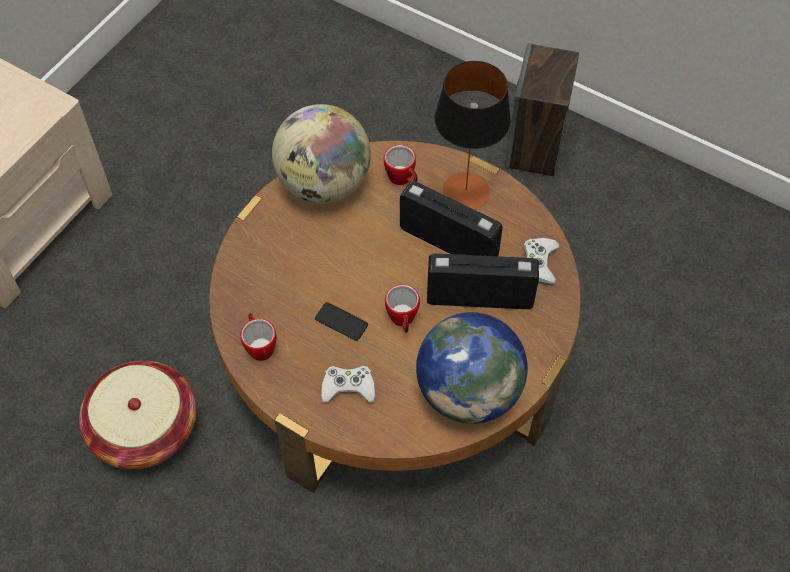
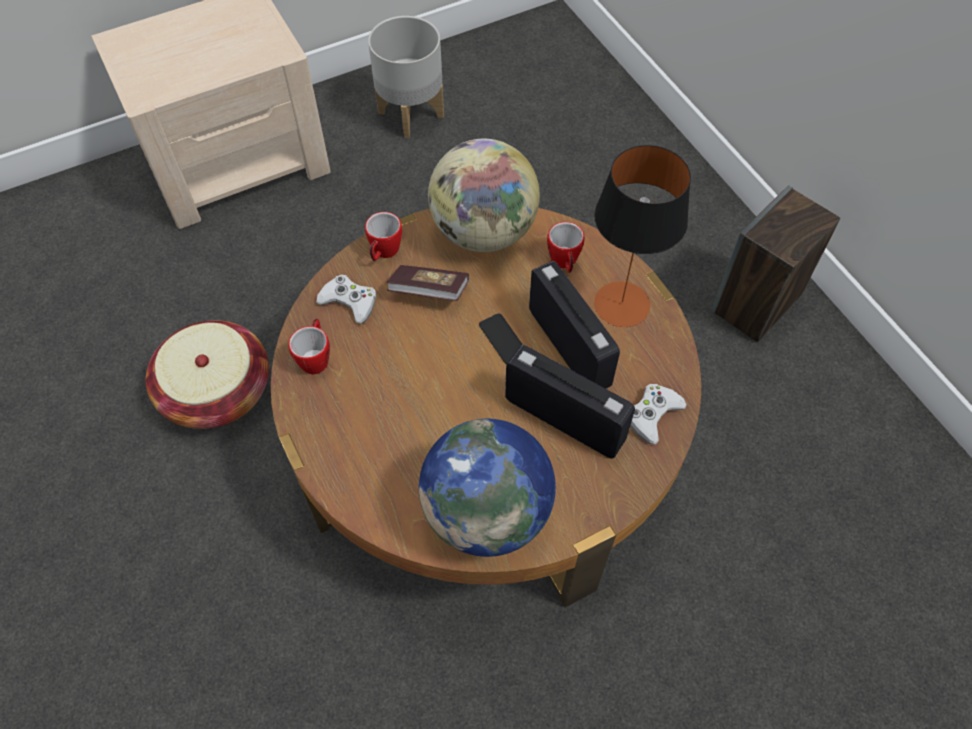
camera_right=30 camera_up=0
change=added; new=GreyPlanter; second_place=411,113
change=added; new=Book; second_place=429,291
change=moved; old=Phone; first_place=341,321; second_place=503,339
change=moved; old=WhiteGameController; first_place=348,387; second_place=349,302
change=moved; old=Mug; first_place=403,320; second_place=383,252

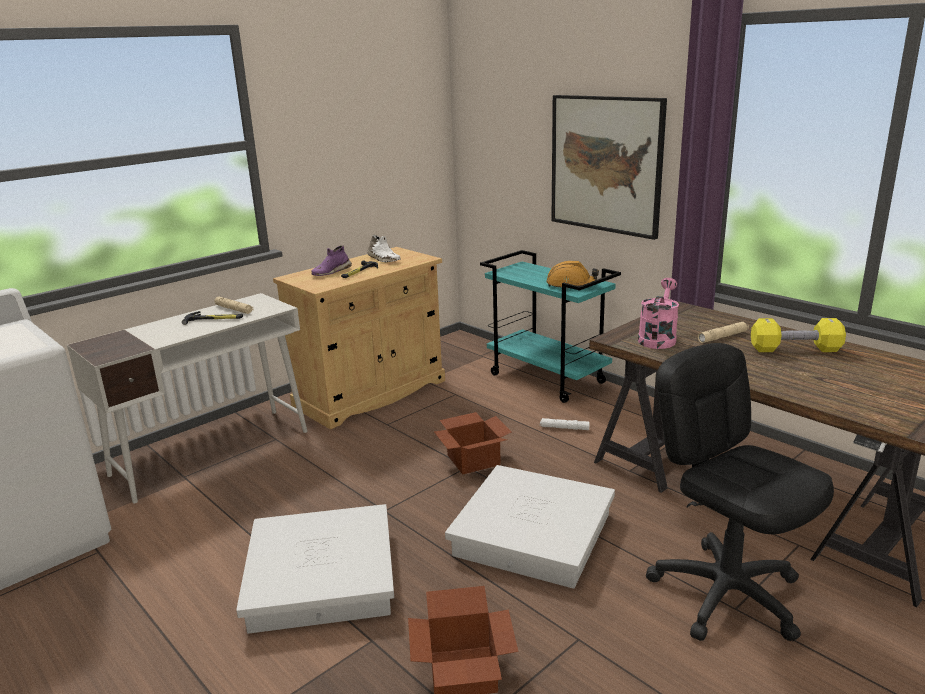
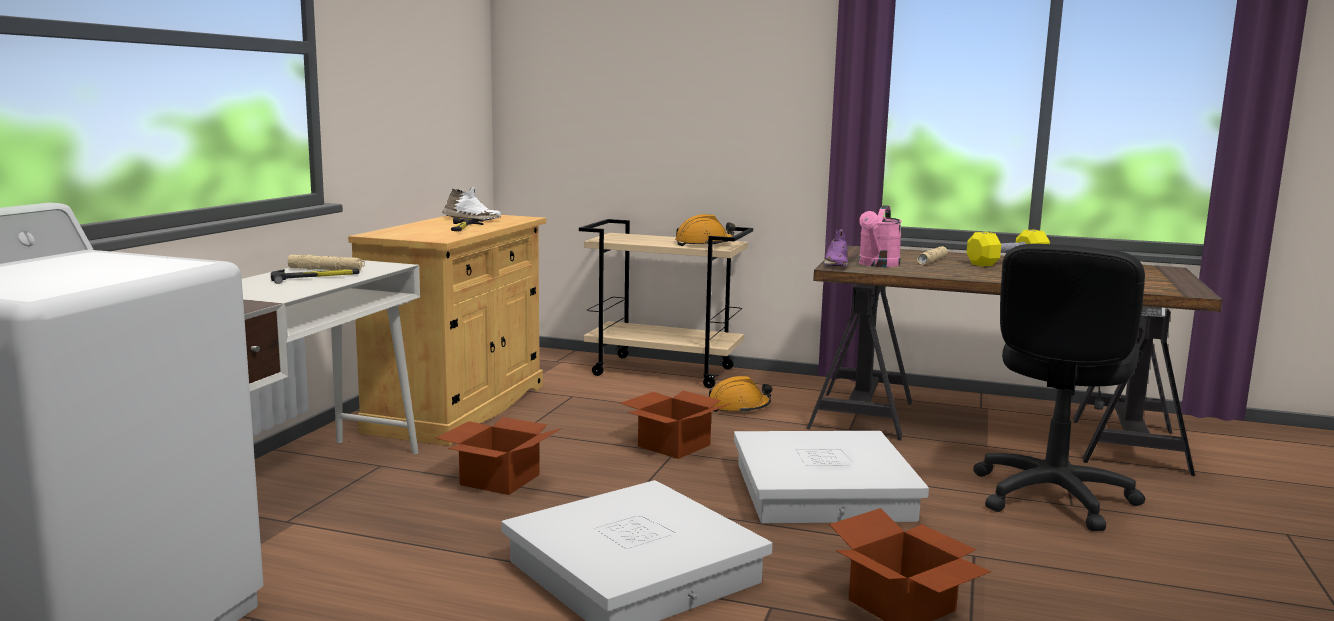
camera_right=-30 camera_up=-10
change=removed; old=Picture; first_place=606,164
change=added; new=CardboardBox; second_place=499,479
change=moved; old=PurpleShoe; first_place=331,272; second_place=836,264
change=replaced; old=WhiteFlashlight; new=OrangeHardHat; first_place=564,428; second_place=738,407
change=recoloured; old=TurquoiseCart; new=BeigeCart; first_place=548,378; second_place=665,372
change=turned; old=PinkWateringCan; first_place=658,338; second_place=877,265; degrees=-150
change=turned; old=BlackOfficeChair; first_place=726,593; second_place=1051,497; degrees=-90

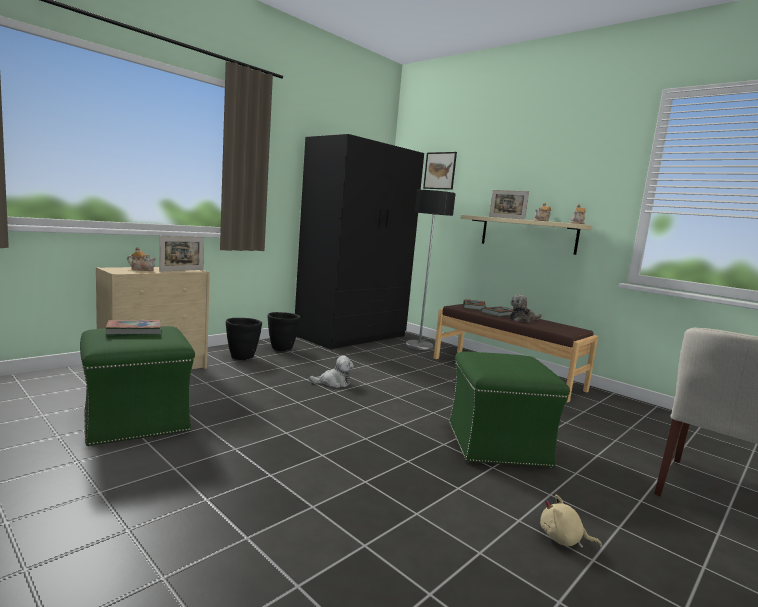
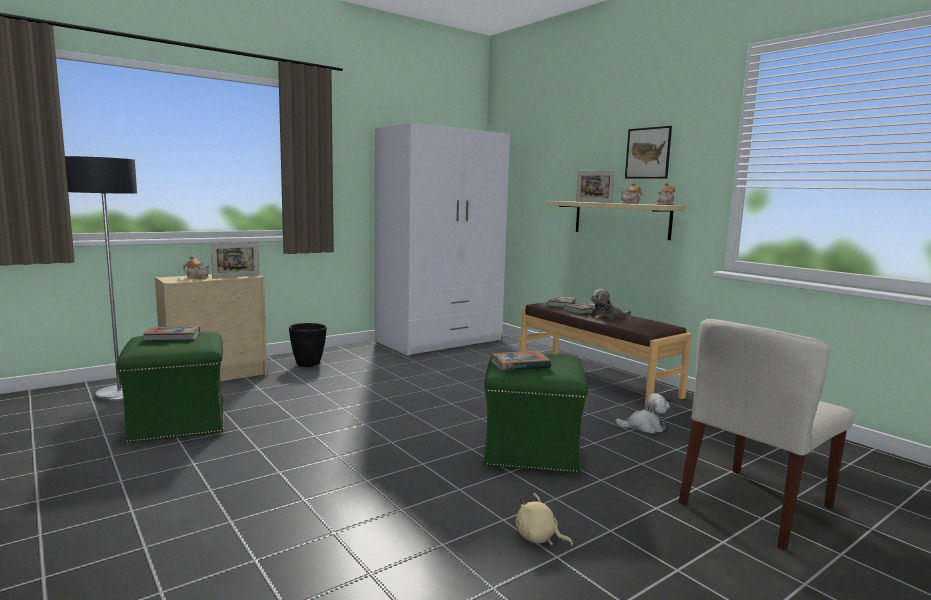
camera_right=10 camera_up=0
change=removed; old=BlackPlanter; first_place=282,349
change=added; new=Book; second_place=520,365
change=moved; old=PlushToy; first_place=333,383; second_place=644,427
change=moved; old=FloorLamp; first_place=419,346; second_place=120,394
change=moved; old=Picture; first_place=440,170; second_place=648,153
change=recoloured; old=BlackWardrobe; new=WhiteWardrobe; first_place=352,336; second_place=440,340

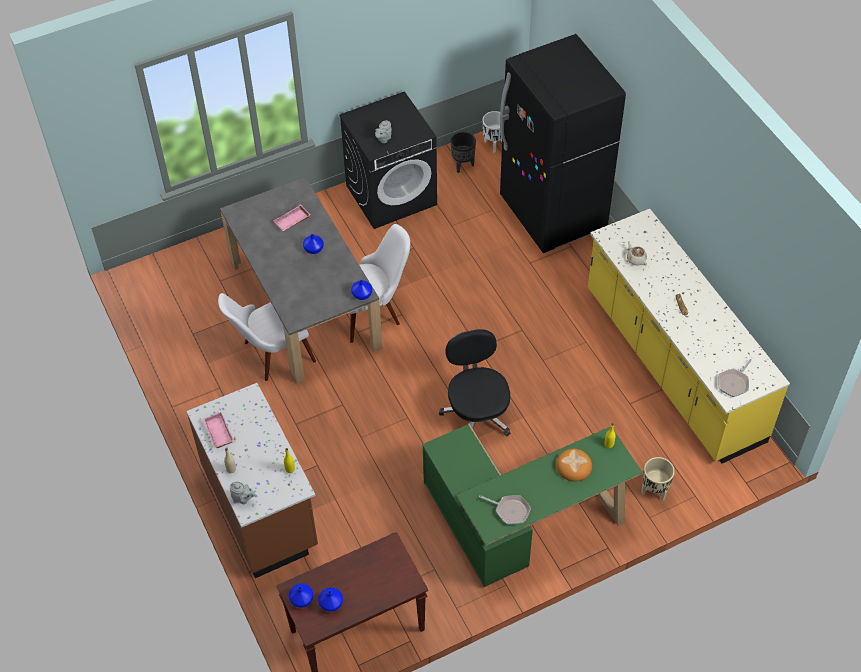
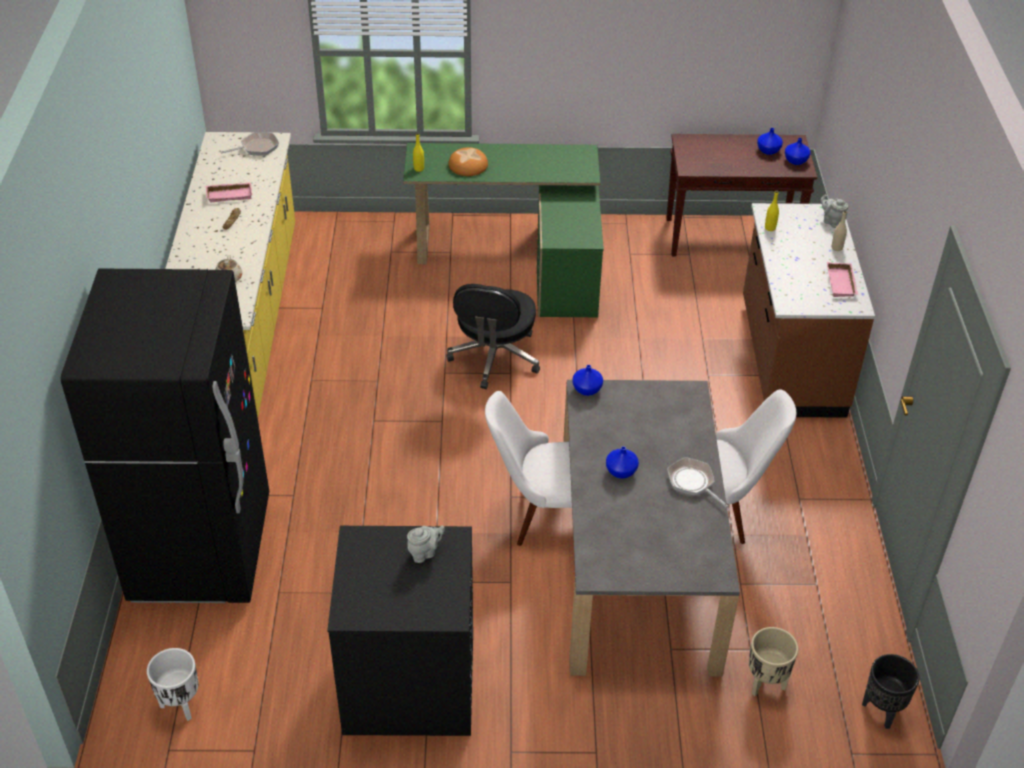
camera_right=-155 camera_up=-10
change=moved; old=PinkTray; first_place=292,221; second_place=230,194
change=moved; old=BlackPlanter; first_place=462,165; second_place=882,711
change=moved; old=FryingPan; first_place=510,510; second_place=693,482
change=moved; old=BeigePlanter; first_place=654,491; second_place=765,683

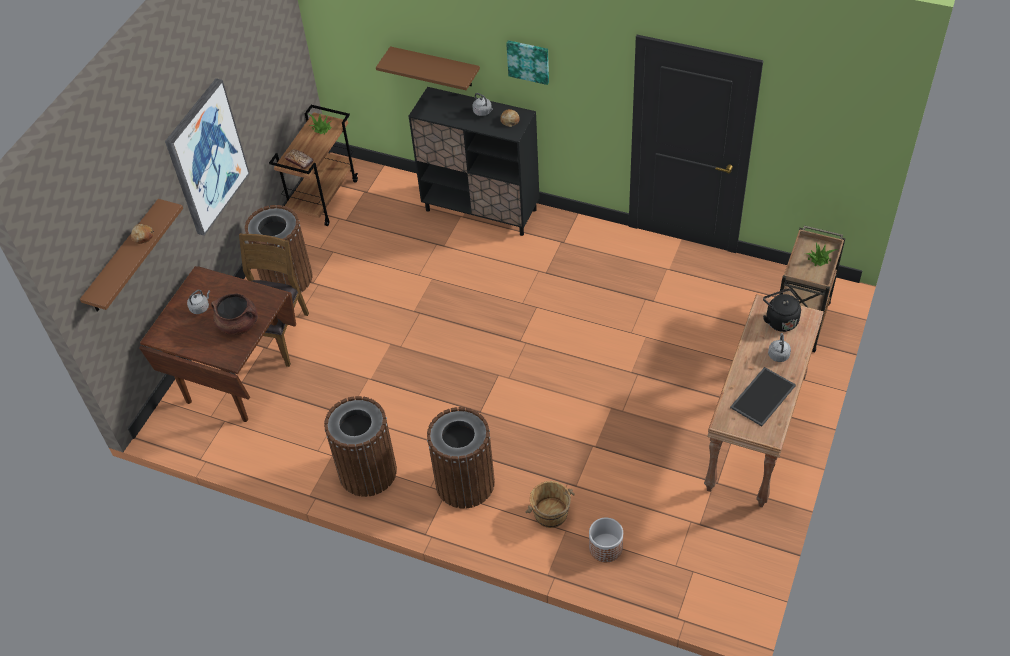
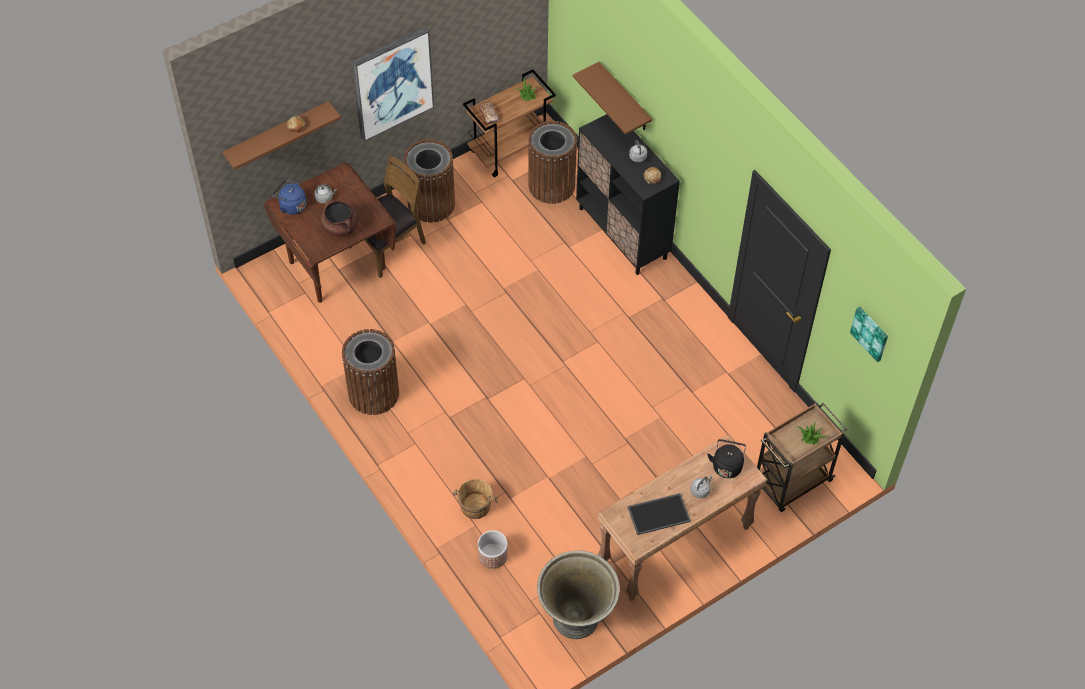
camera_right=30 camera_up=5
change=added; new=BlueKettle; second_place=291,205
change=added; new=GreyPlanter; second_place=576,619
change=moved; old=BrownTrashCan; first_place=465,483; second_place=551,185
change=moved; old=Picture; first_place=528,61; second_place=870,333

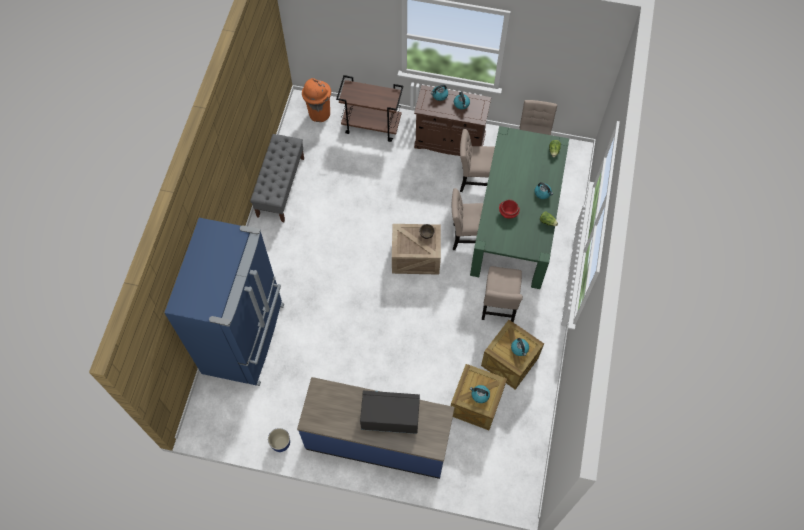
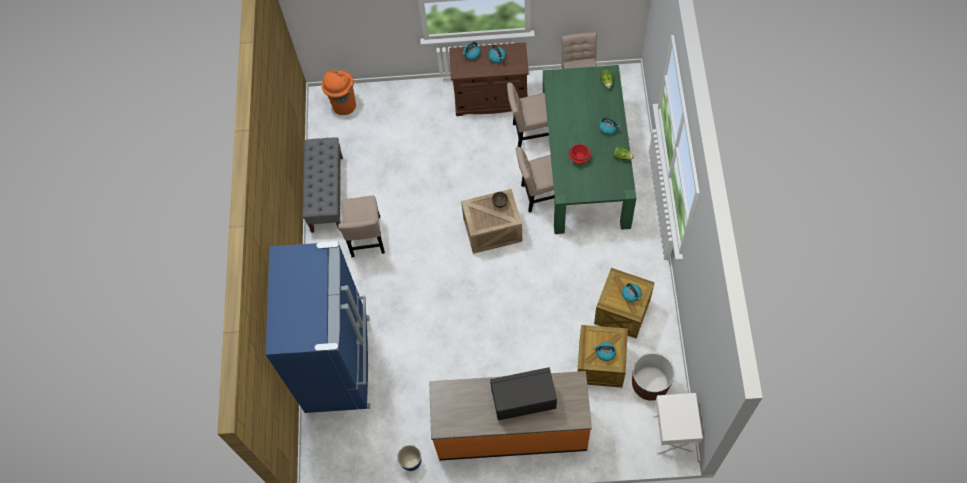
camera_right=-10 camera_up=0
change=removed; old=BrownCart; first_place=372,126
change=added; new=BrownPlanter; second_place=650,384
change=added; new=WhiteNightstand; second_place=673,433
change=moved; old=BeigeChair; first_place=499,306; second_place=367,239
change=recoloured; old=BlueCounter; new=OrangeCounter; first_place=378,439; second_place=511,429

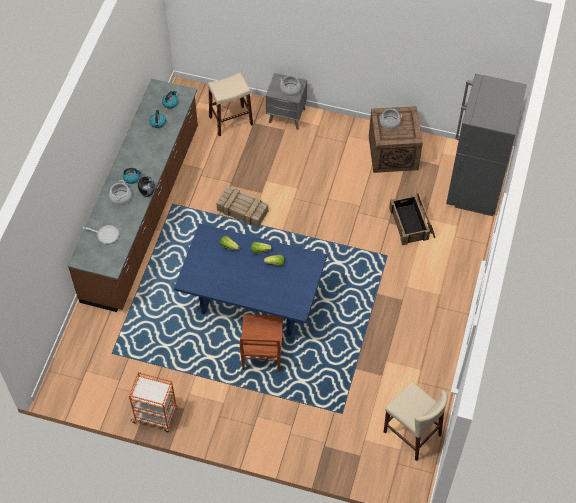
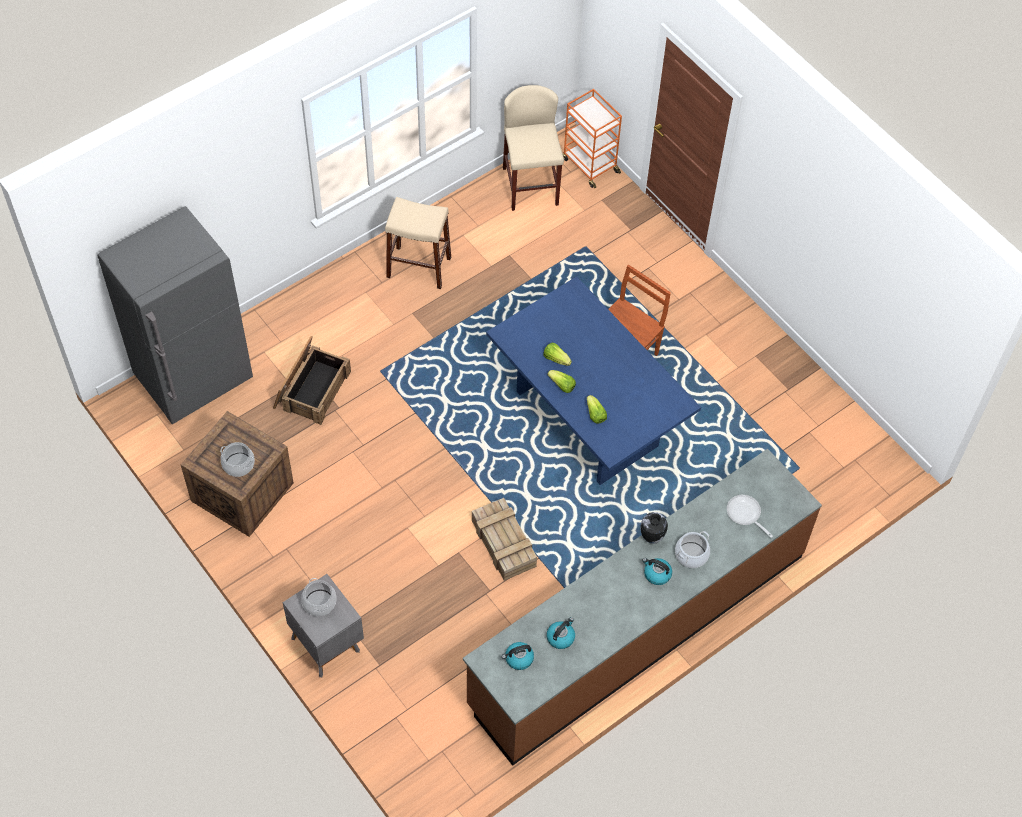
camera_right=-145 camera_up=0
change=moved; old=OrangeCart; first_place=156,416; second_place=589,165
change=moved; old=BeigeStool; first_place=231,121; second_place=419,267

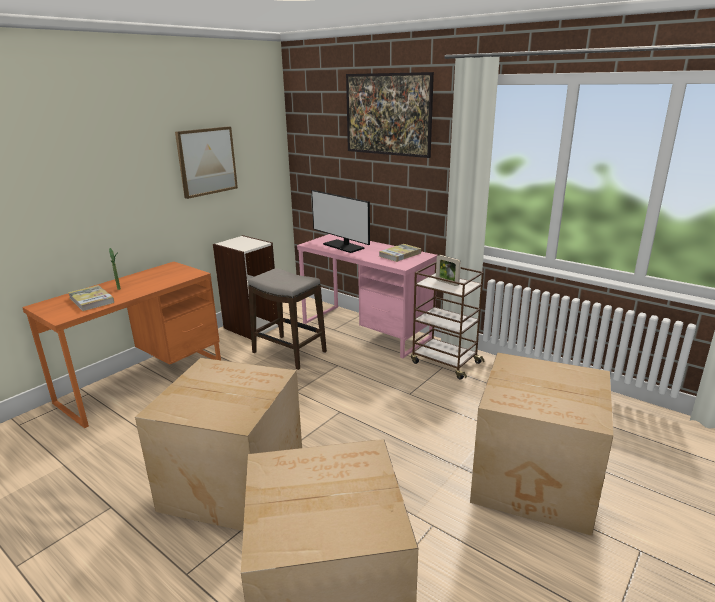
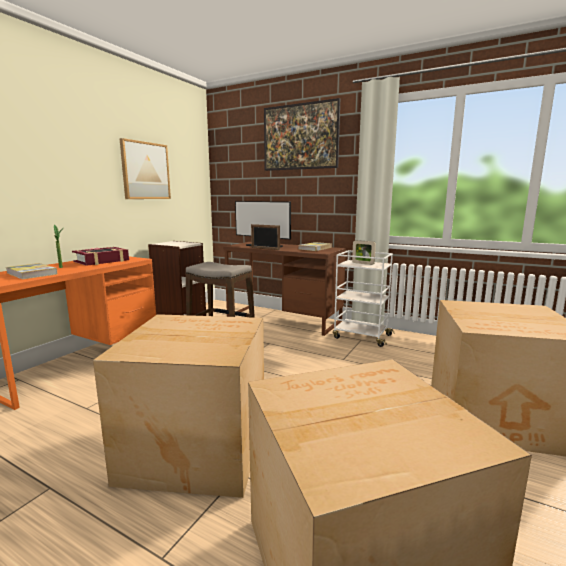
camera_right=-10 camera_up=-10
change=added; new=Book; second_place=101,261
change=added; new=PictureFrame; second_place=265,249
change=recoloured; old=PinkDesk; new=BrownDesk; first_place=366,330; second_place=283,319
change=recoloured; old=BrownCart; new=WhiteCart; first_place=444,362; second_place=361,336

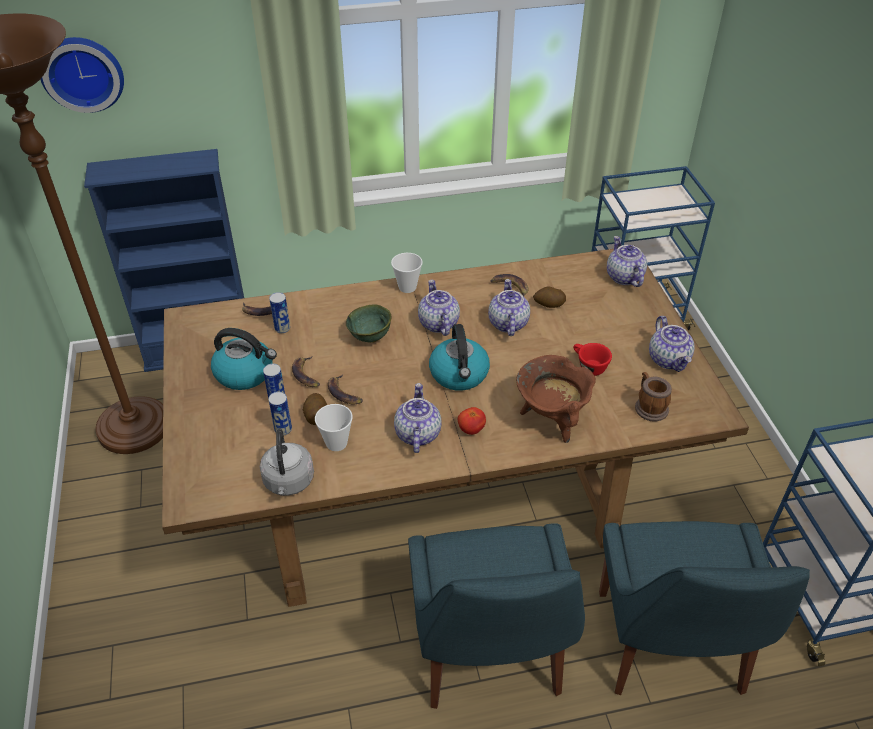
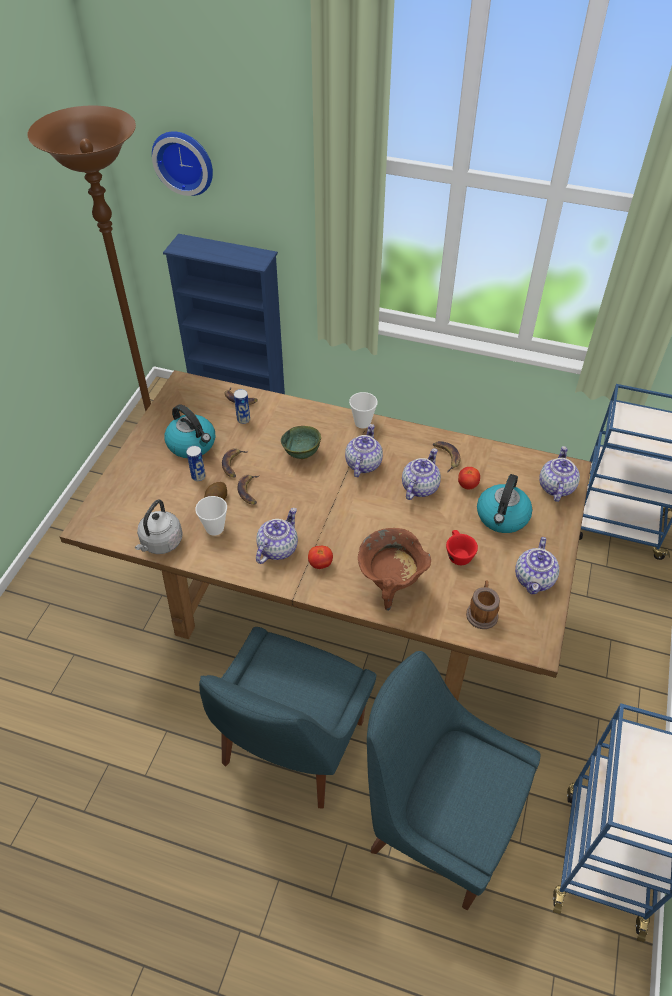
camera_right=30 camera_up=5
change=removed; old=Can; first_place=283,429
change=moved; old=Kettle; first_place=459,374; second_place=502,517
change=replaced; old=Potato; new=Tomato; first_place=548,305; second_place=467,485
change=turned; old=BlueChair; first_place=670,647; second_place=437,823; degrees=90

